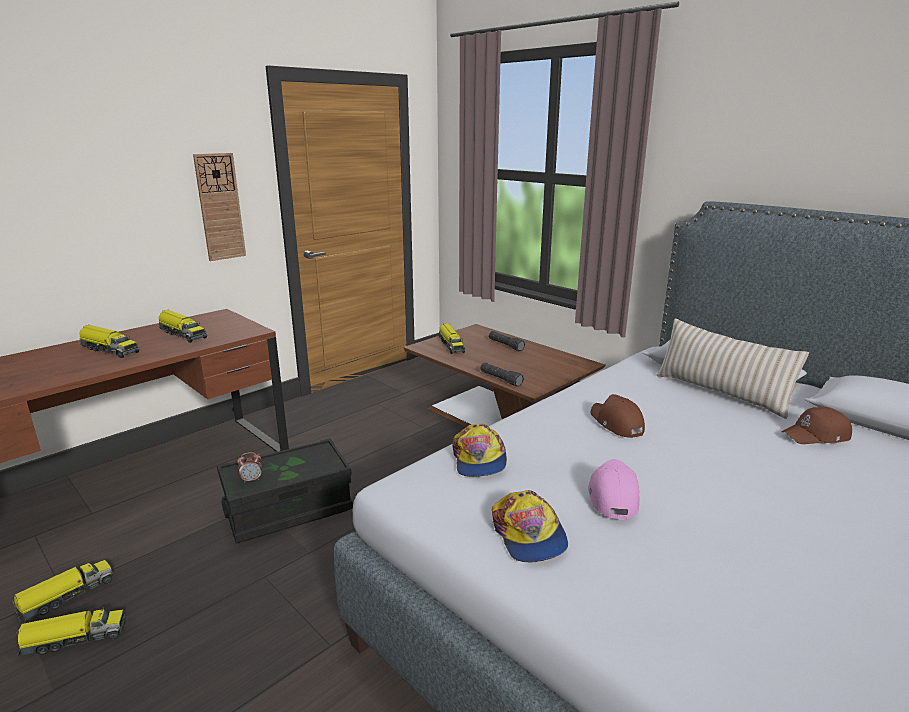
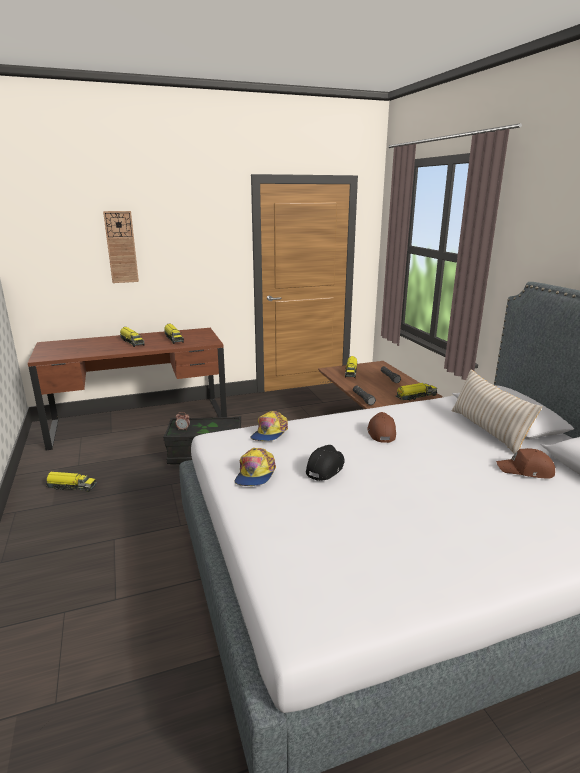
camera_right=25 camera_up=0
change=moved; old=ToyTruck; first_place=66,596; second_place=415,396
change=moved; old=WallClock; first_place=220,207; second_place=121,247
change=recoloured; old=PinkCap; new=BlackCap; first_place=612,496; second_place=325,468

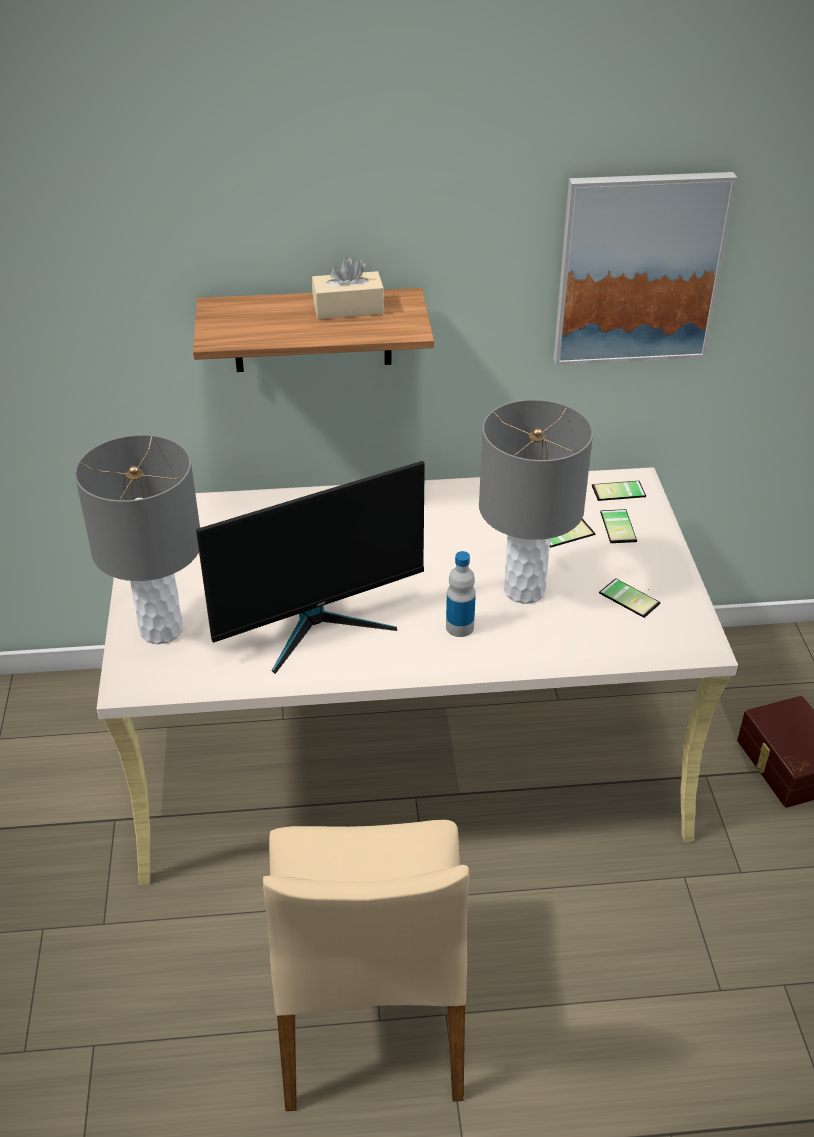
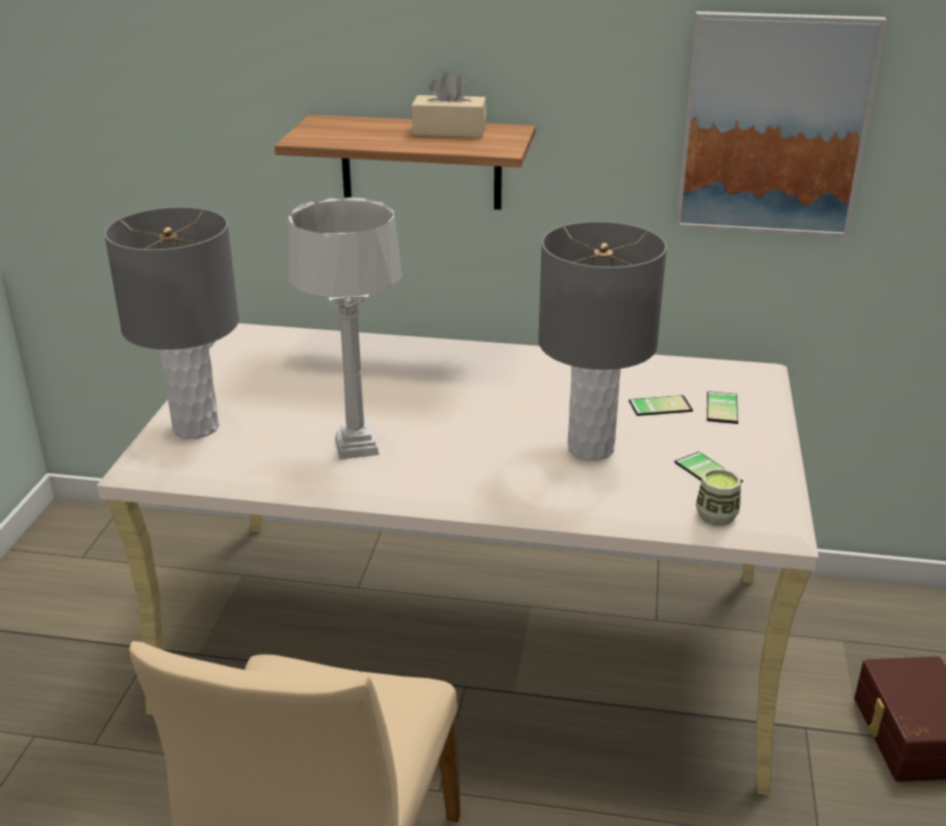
camera_right=15 camera_up=-10
change=removed; old=Bottle; first_place=459,627
change=removed; old=Phone; first_place=619,493
change=added; new=Cup; second_place=716,516
change=replaced; old=Monitor; new=GreyTableLamp; first_place=320,625; second_place=356,447

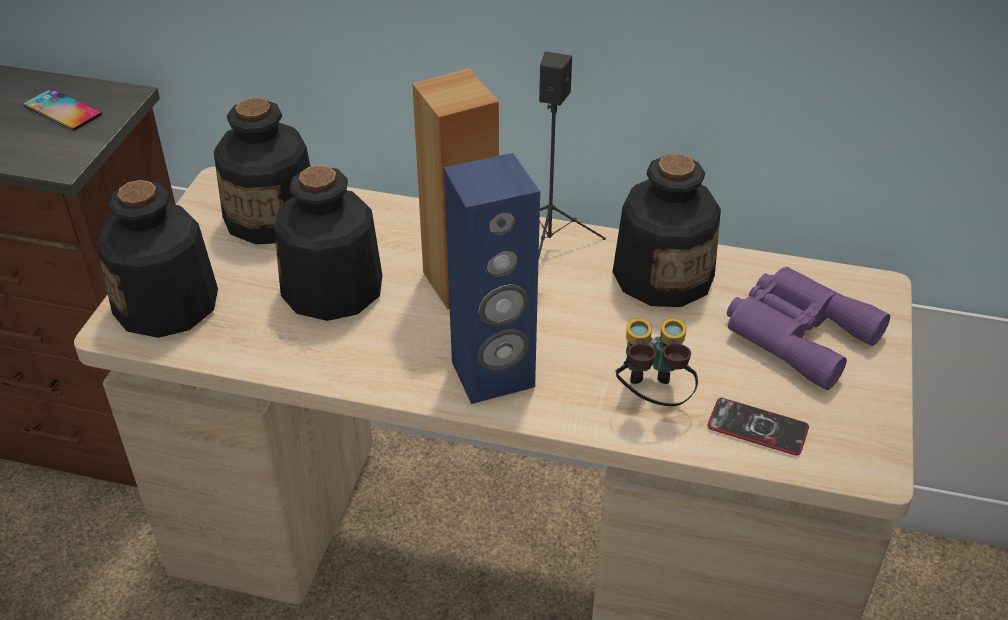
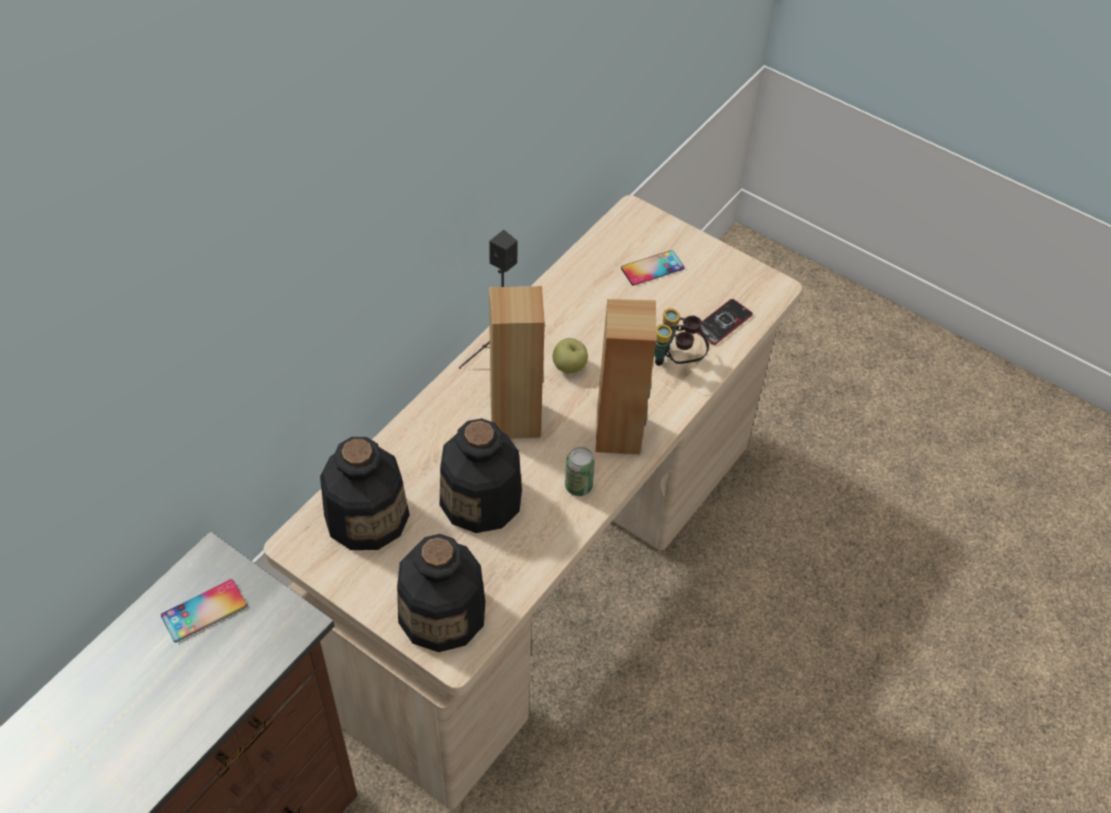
camera_right=-70 camera_up=10
change=removed; old=Bottle; first_place=663,276
change=added; new=Apple; second_place=569,367
change=added; new=Can; second_place=578,486
change=replaced; old=PurpleBinoculars; new=Phone; first_place=796,331; second_place=652,268
change=recoloured; old=BlueSpeaker; new=BrownSpeaker; first_place=493,375; second_place=619,433

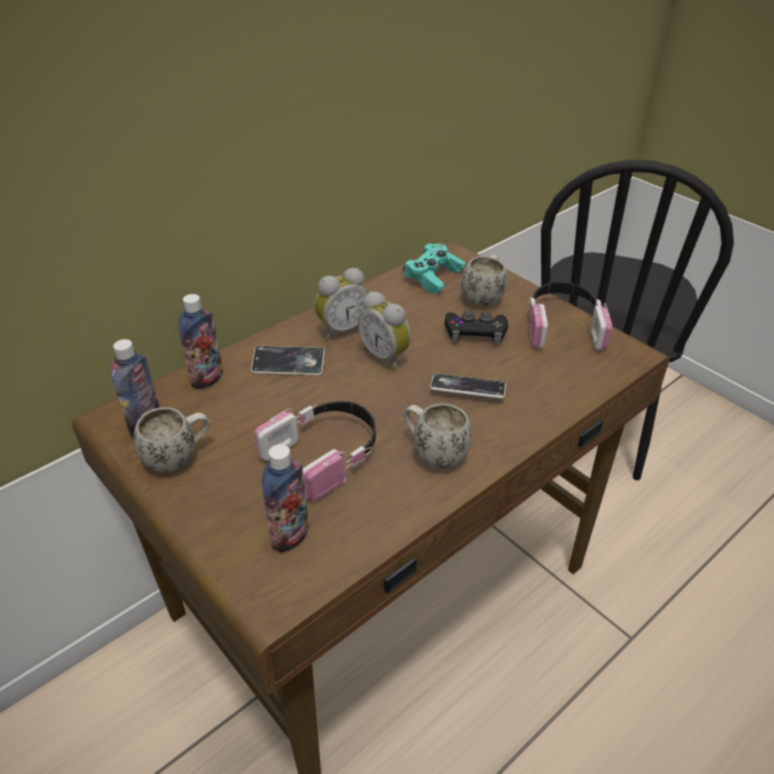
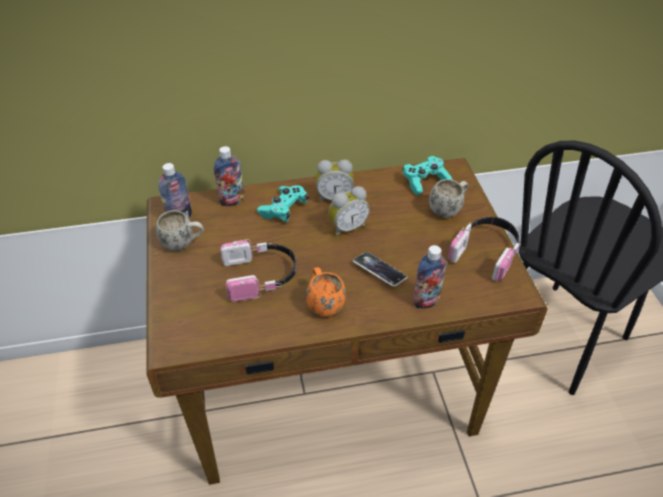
camera_right=30 camera_up=5
change=removed; old=BlackGameController; first_place=475,333
change=moved; old=Bottle; first_place=290,536; second_place=426,301
change=replaced; old=Phone; new=TurquoiseGameController; first_place=288,364; second_place=284,209
change=recoloured; old=WhiteMug; new=OrangeMug; first_place=433,453; second_place=323,303
change=turned; old=AlarmClock; first_place=386,356; second_place=347,227; degrees=-105

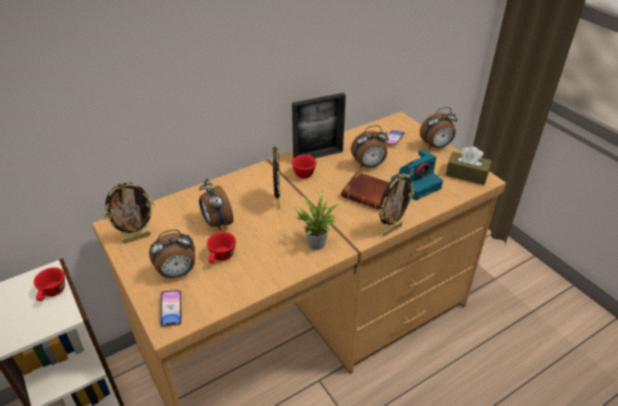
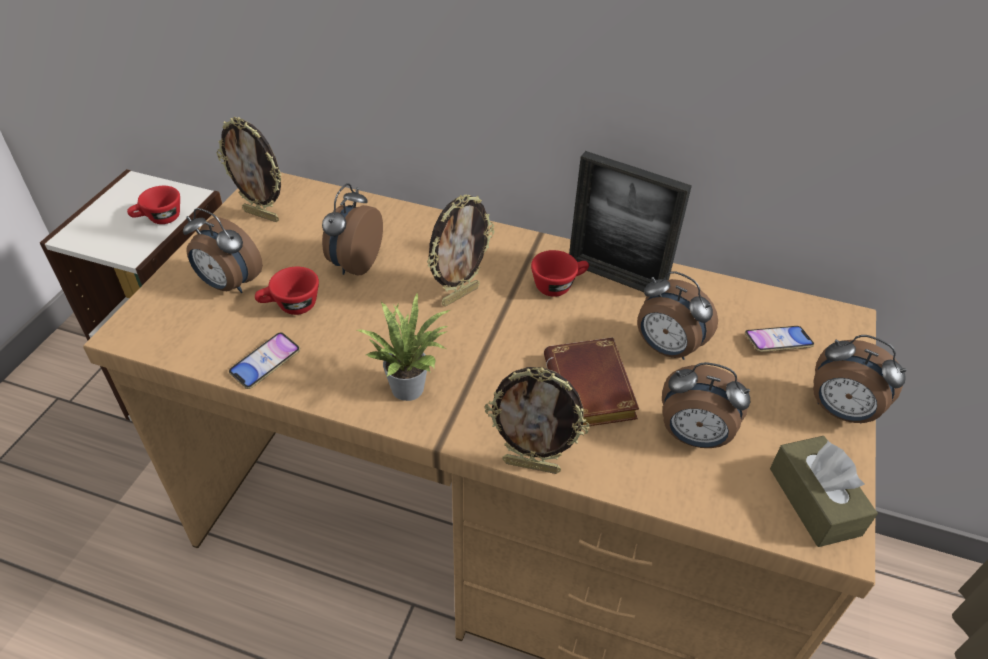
camera_right=50 camera_up=5
change=moved; old=Phone; first_place=171,310; second_place=265,363
change=replaced; old=PhotoCamera; new=AlarmClock; first_place=416,183; second_place=693,437

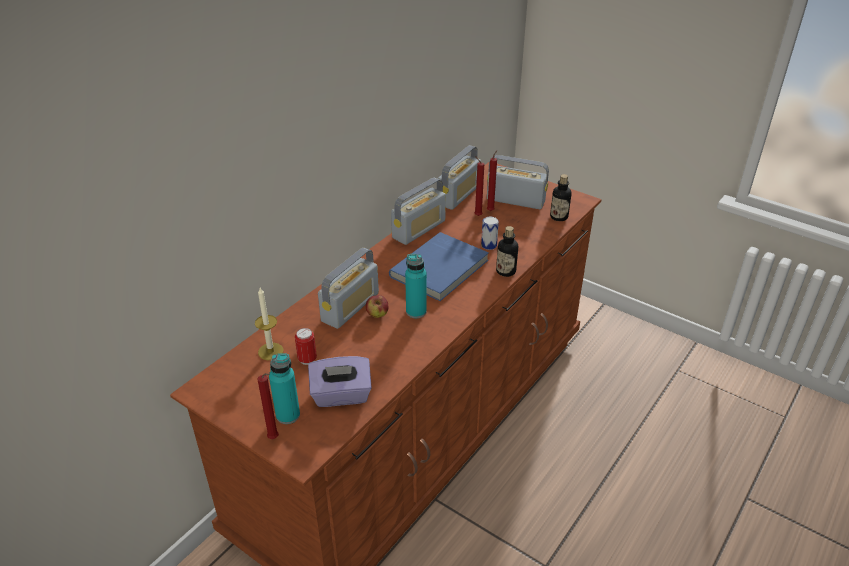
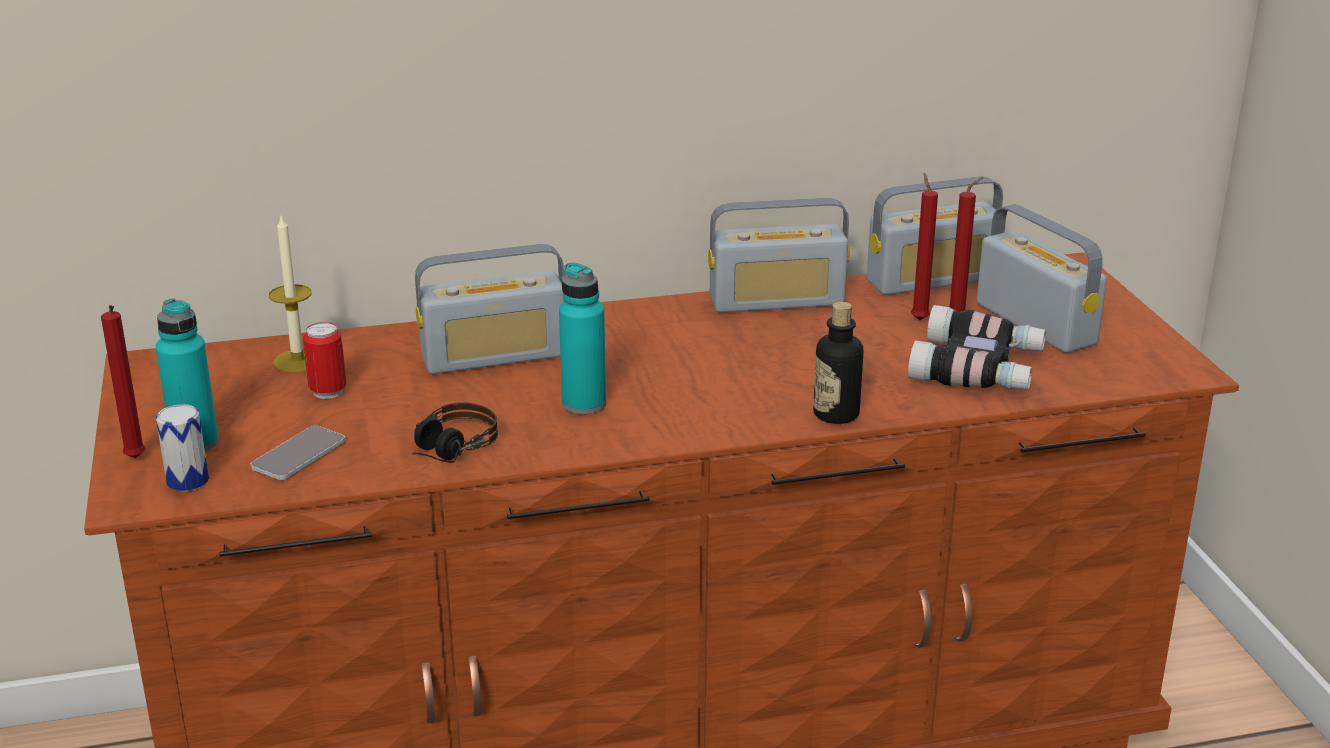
camera_right=40 camera_up=-10
change=removed; old=Apple; first_place=377,315
change=removed; old=BlueBook; first_place=441,269
change=removed; old=Bottle; first_place=559,217
change=added; new=Headphones; second_place=445,453
change=added; new=Binoculars; second_place=979,367
change=moved; old=Can; first_place=489,245; second_place=187,481
change=replaced; old=PurpleTissueBox; new=Phone; first_place=341,396; second_place=298,455

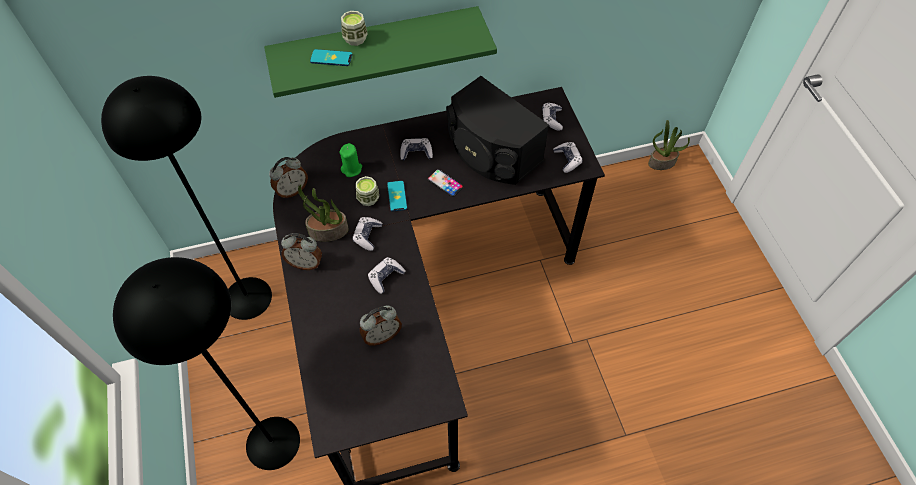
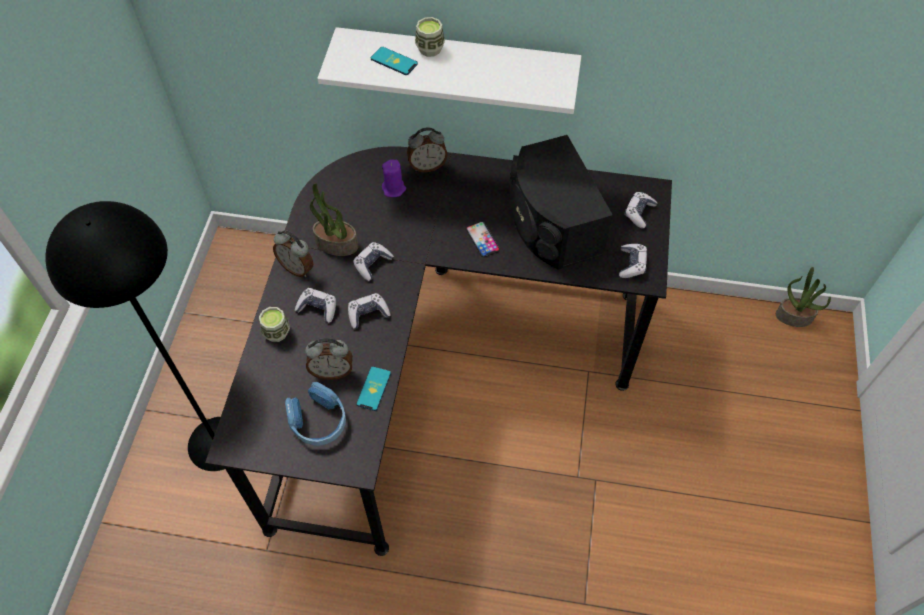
camera_right=25 camera_up=0
change=removed; old=BlackFloorLamp; first_place=247,297
change=added; new=BlueHeadphones; second_place=318,421
change=moved; old=AlarmClock; first_place=292,190; second_place=427,166
change=moved; old=Cup; first_place=368,198; second_place=276,332
change=moved; old=Phone; first_place=397,196; second_place=373,388
change=moved; old=GameController; first_place=416,153; second_place=318,308
change=recoloured; old=GreenShelf; new=WhiteShelf; first_place=376,48; second_place=457,67
change=recoloured; old=GreenCandle; new=PurpleCandle; first_place=352,169; second_place=394,189

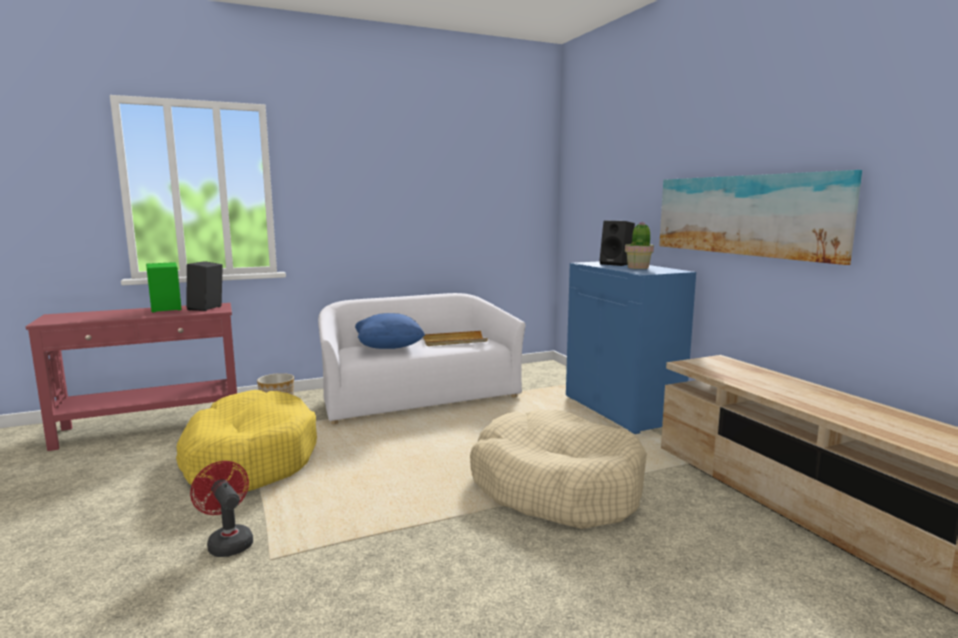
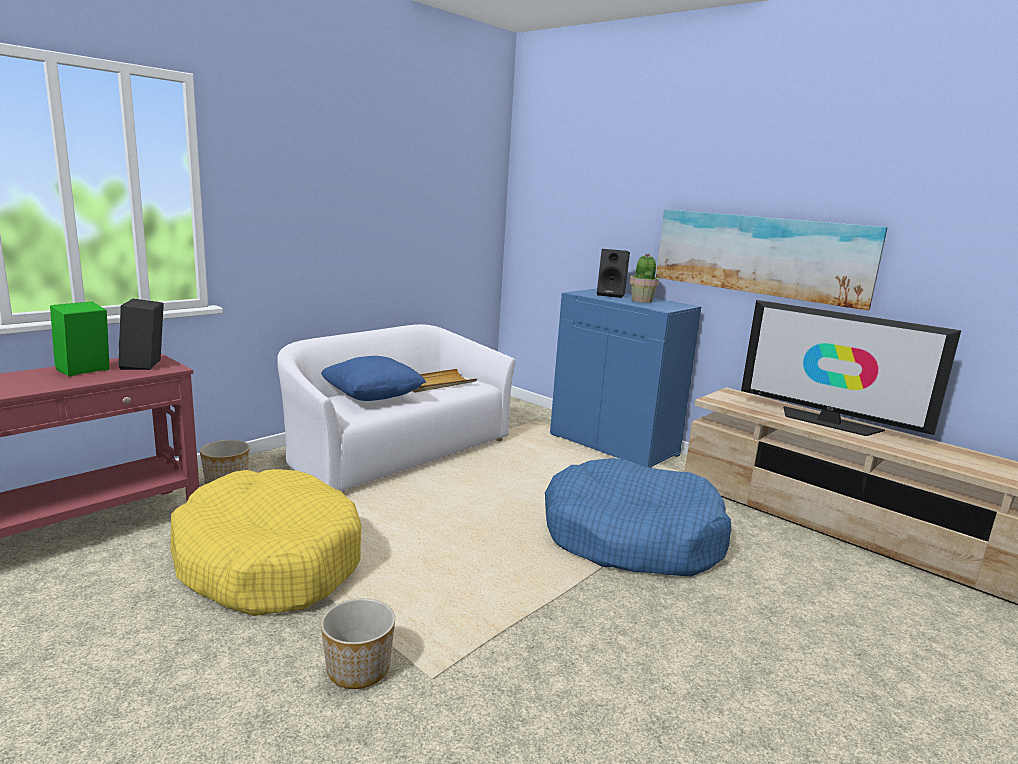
camera_right=-25 camera_up=5
change=added; new=Television; second_place=828,422
change=replaced; old=RedFan; new=Planter; first_place=228,542; second_place=358,670
change=recoloured; old=BeigeDogBed; new=BlueDogBed; first_place=556,487; second_place=631,537

